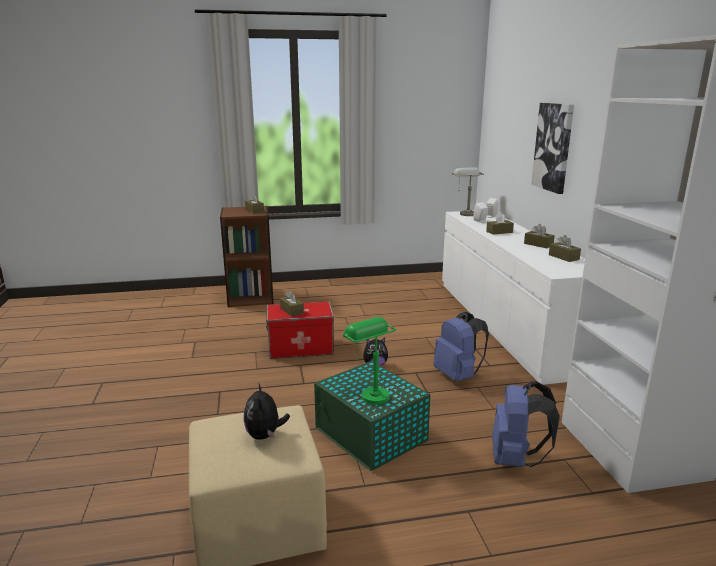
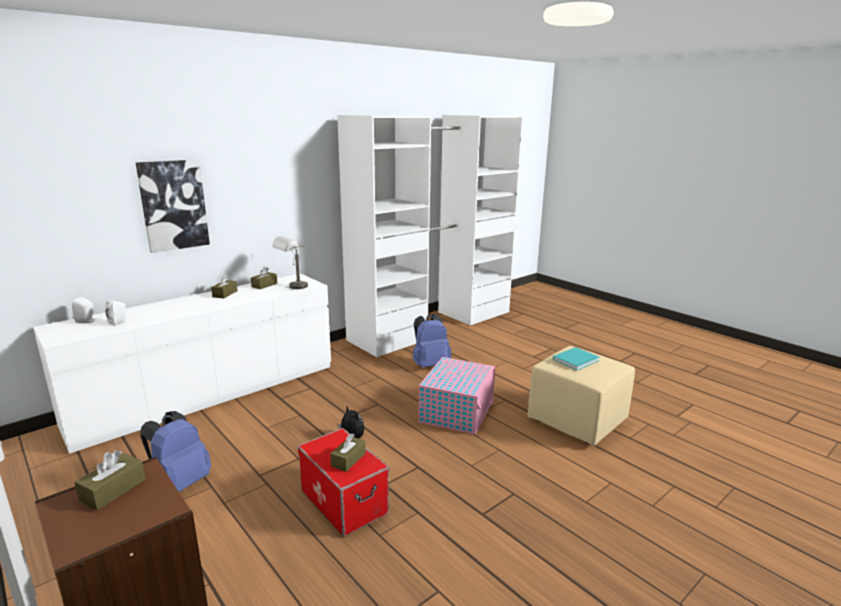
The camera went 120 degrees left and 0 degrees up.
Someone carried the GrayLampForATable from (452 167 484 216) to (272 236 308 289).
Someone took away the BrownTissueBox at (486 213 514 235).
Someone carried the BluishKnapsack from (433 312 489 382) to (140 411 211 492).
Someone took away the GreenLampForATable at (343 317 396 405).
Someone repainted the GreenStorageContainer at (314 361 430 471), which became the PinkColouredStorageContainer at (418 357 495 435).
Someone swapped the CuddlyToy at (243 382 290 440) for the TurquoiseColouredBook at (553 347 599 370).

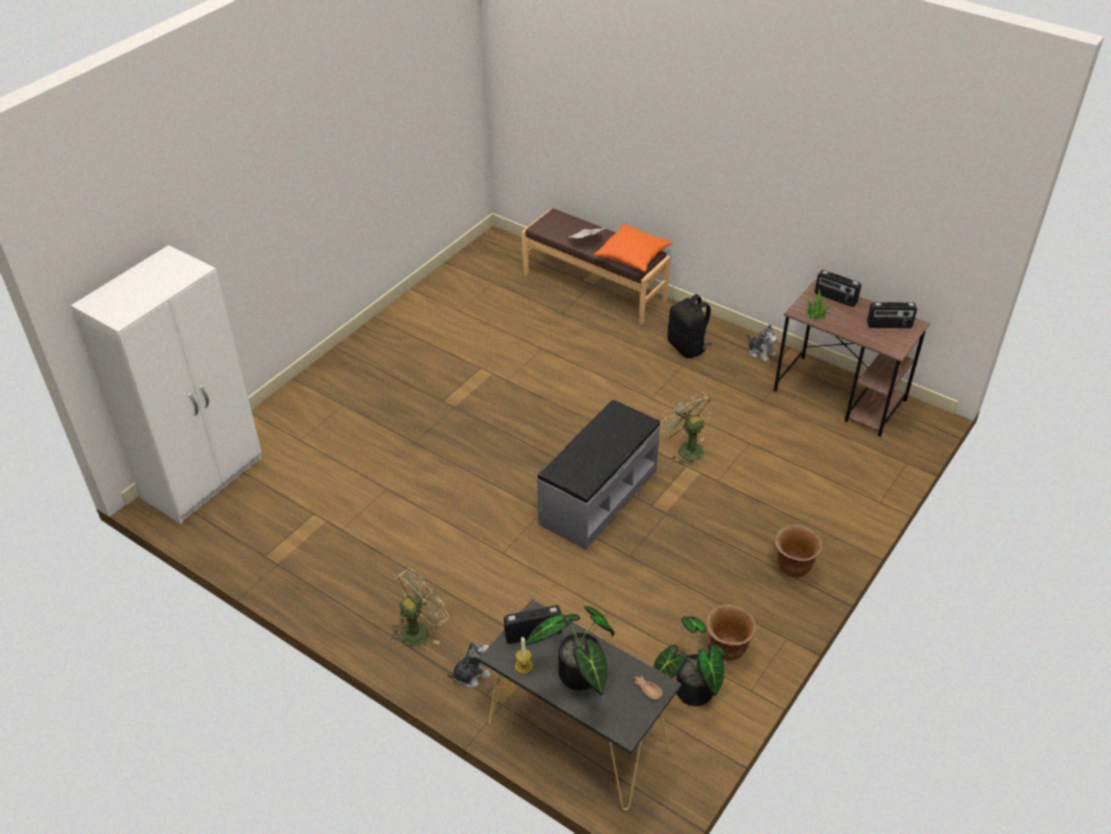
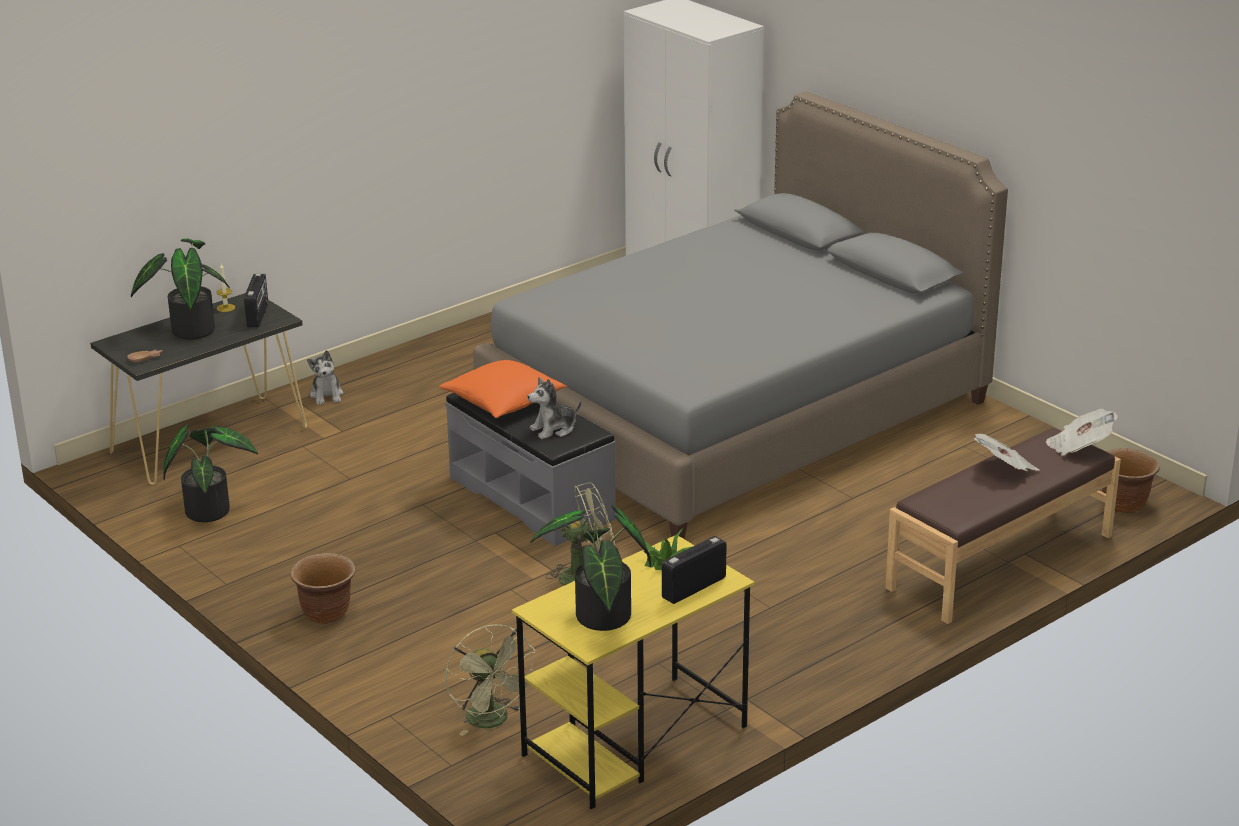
The camera went 105 degrees right and 15 degrees down.
Someone carried the OrangeColouredPillow from (594 224 673 272) to (439 360 567 418).
Someone repainted the BrownDeskTable at (774 280 930 437), which became the YellowishDeskTable at (512 536 755 809).
Someone took away the BlackColouredKnapsack at (668 294 712 358).
Someone swapped the RadioSet at (867 302 917 328) for the PottedPlant at (530 505 651 631).
Someone carried the CuddlyToy from (747 324 777 362) to (528 377 581 439).
Someone carried the GreenFan from (390 568 449 647) to (446 624 536 736).
Someone carried the BrownPlantPot from (706 604 757 661) to (1102 448 1160 513).
Someone put down the GrayBed at (473 92 1008 539).
Someone put down the DailyPaper at (1046 409 1118 456).

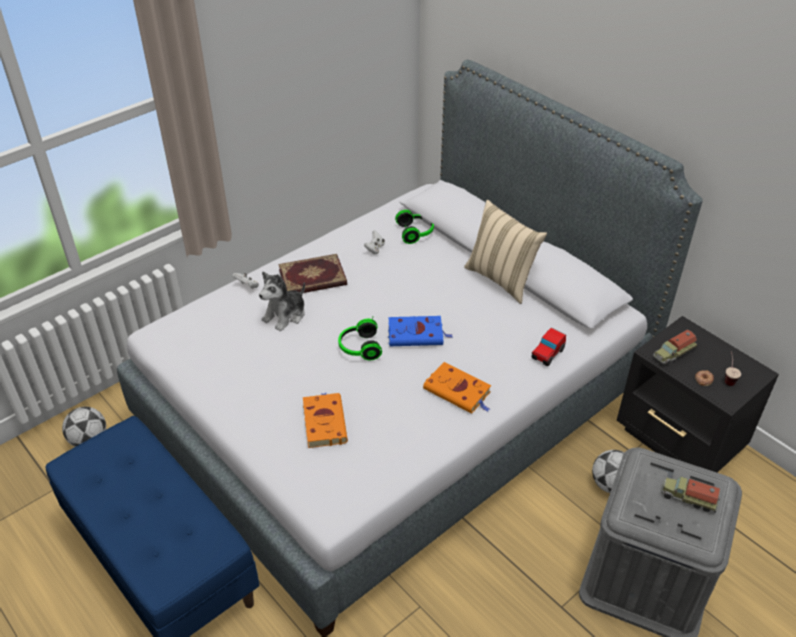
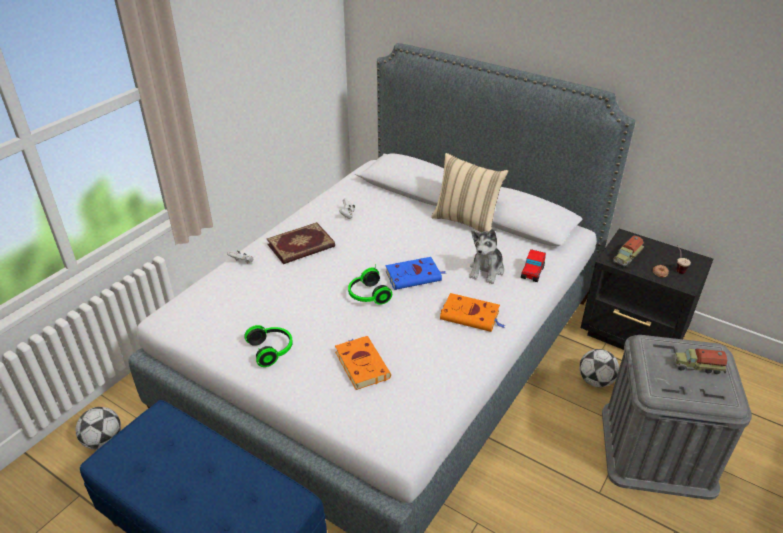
The camera went 15 degrees left and 5 degrees down.
Someone carried the PairOfHeadphones from (395 210 434 244) to (244 325 293 367).
Someone carried the CuddlyToy from (259 272 305 331) to (469 229 504 284).

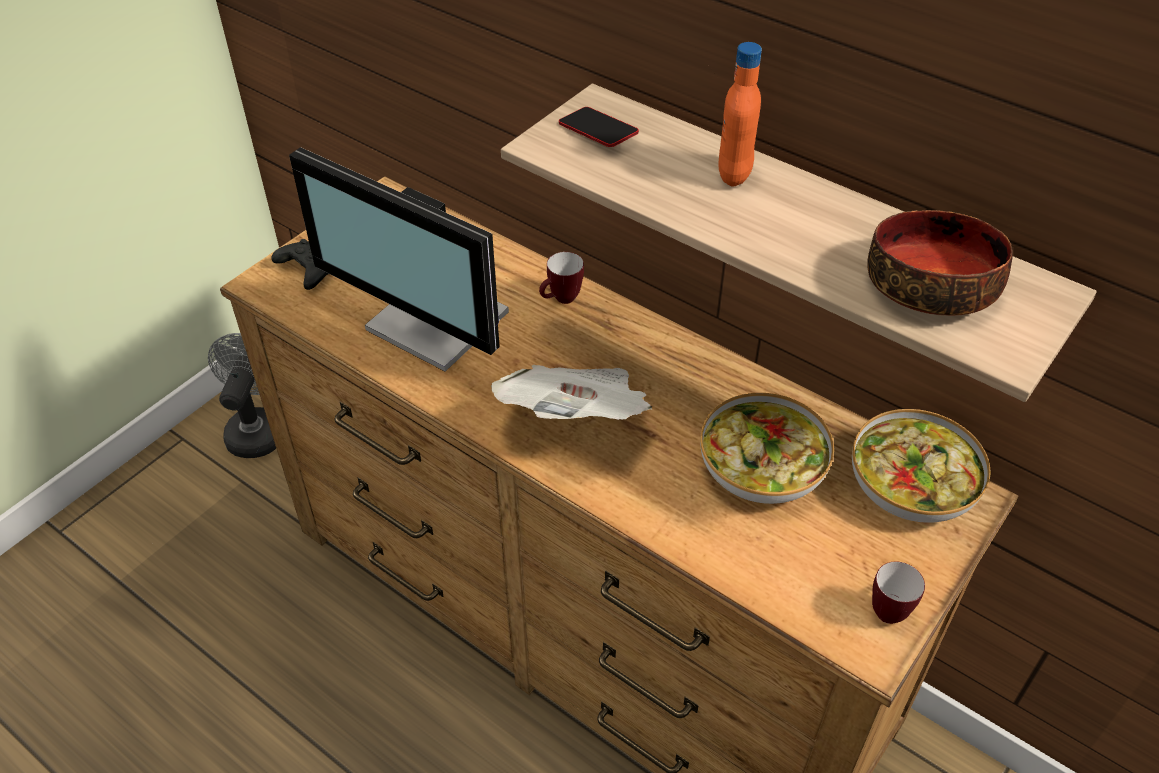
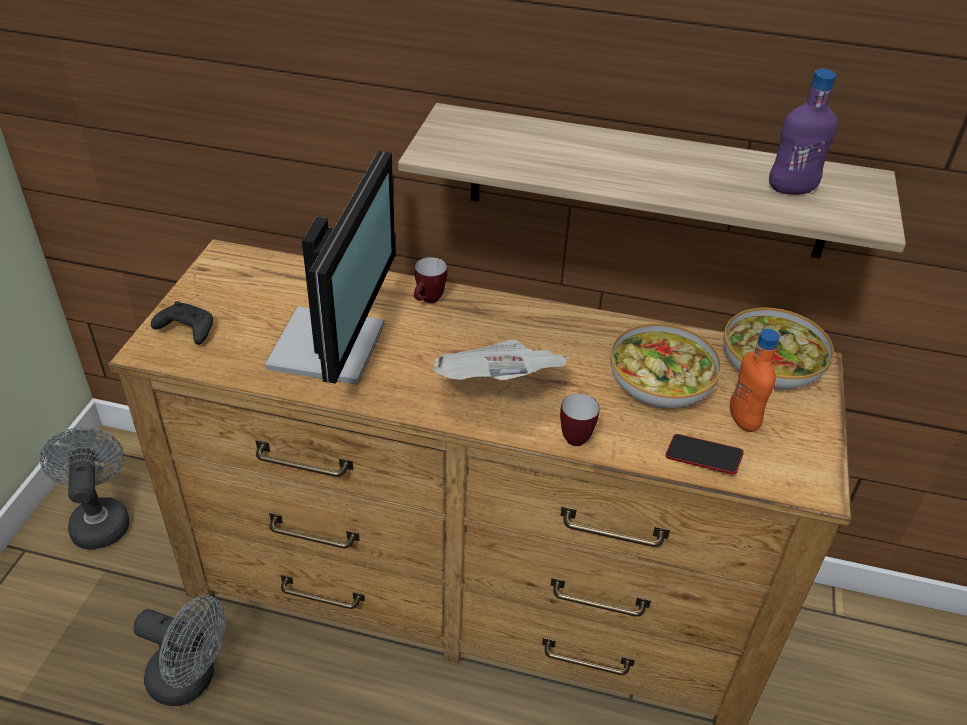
The camera went 25 degrees left and 5 degrees down.
Someone carried the OrangeColouredBeverageBottle from (718 42 762 186) to (730 329 780 432).
Someone carried the Handset from (559 107 639 147) to (666 434 744 474).
Someone rotated the Monitor at (289 147 509 371) by 90 degrees counterclockwise.
Someone swapped the Bowl at (867 210 1013 316) for the PurpleBeverageBottle at (769 69 838 195).
Someone carried the CoffeeMug from (872 562 925 624) to (560 394 600 446).
Someone put down the GrayFan at (134 596 226 706).

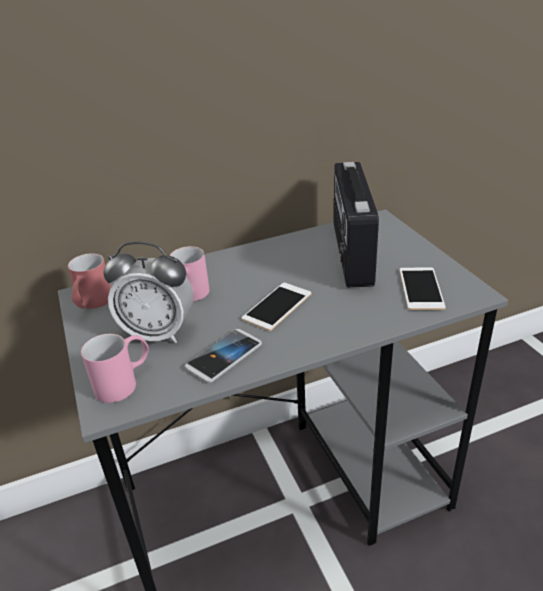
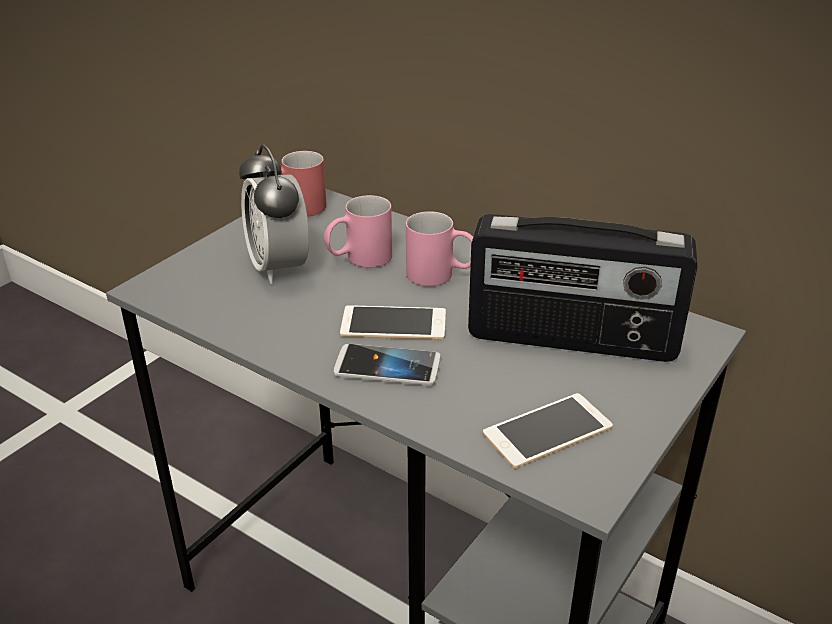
The camera went 55 degrees right and 0 degrees up.
Someone rotated the RadioSet at (333 162 379 288) by 135 degrees counterclockwise.
Someone carried the Handset from (185 329 262 383) to (333 344 441 386).
Someone carried the PinkColouredCoffeeMug from (81 334 149 403) to (406 211 473 286).

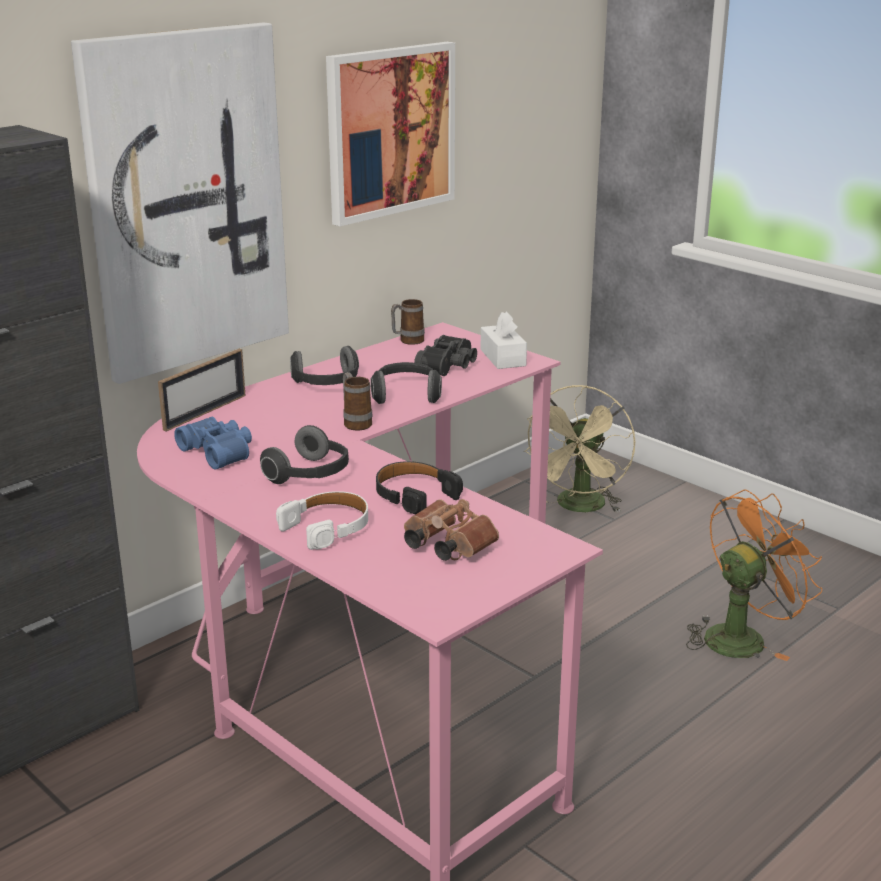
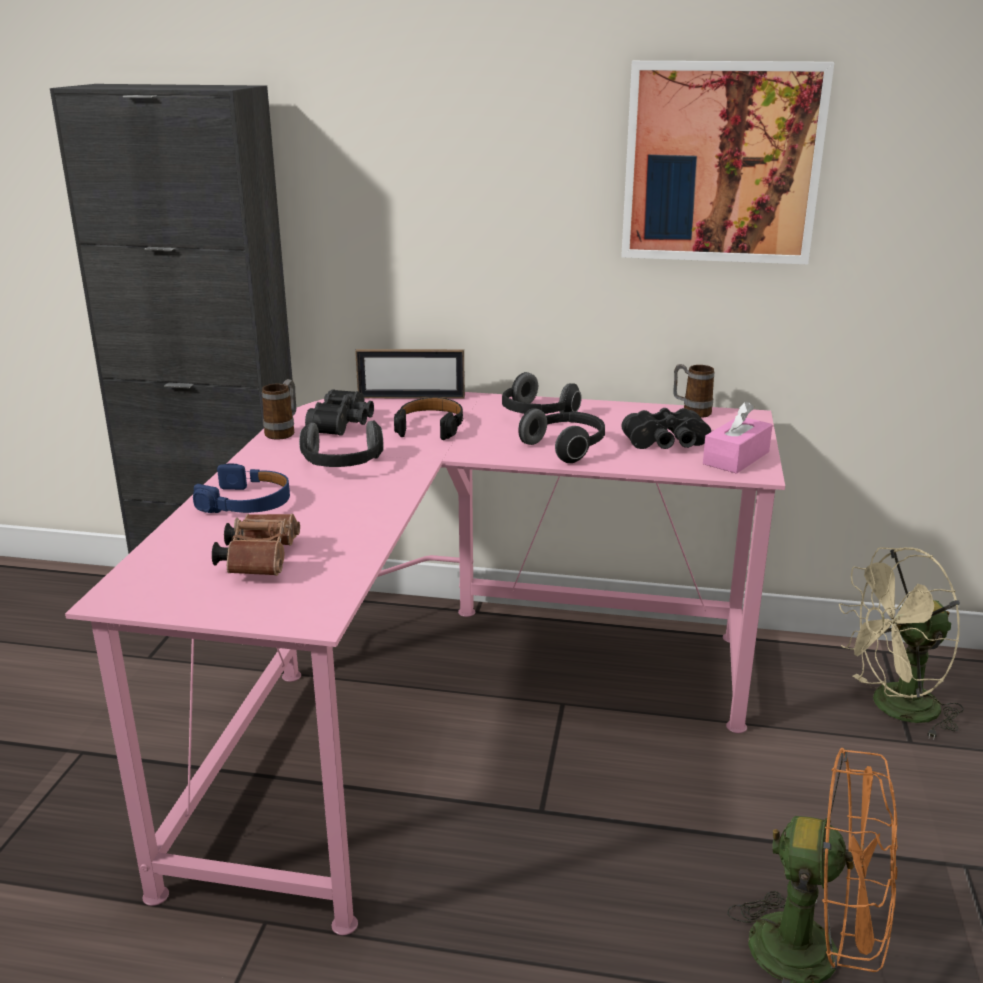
The camera went 55 degrees right and 0 degrees up.
Someone took away the WallPicture at (71 23 289 384).
Someone repainted the WhitishTissueBox at (481 312 527 369), which became the PinkColouredTissueBox at (703 401 773 474).
Someone carried the CoffeeMug from (343 372 372 430) to (262 379 296 440).
Someone repainted the BluishBinoculars at (174 417 252 470), which became the BlackColouredBinoculars at (305 389 374 436).
Someone carried the BlackColouredPairOfHeadphones from (376 461 463 514) to (394 397 463 440).
Someone repainted the WhitishPairOfHeadphones at (276 491 368 550), which became the BluishPairOfHeadphones at (193 464 290 513).

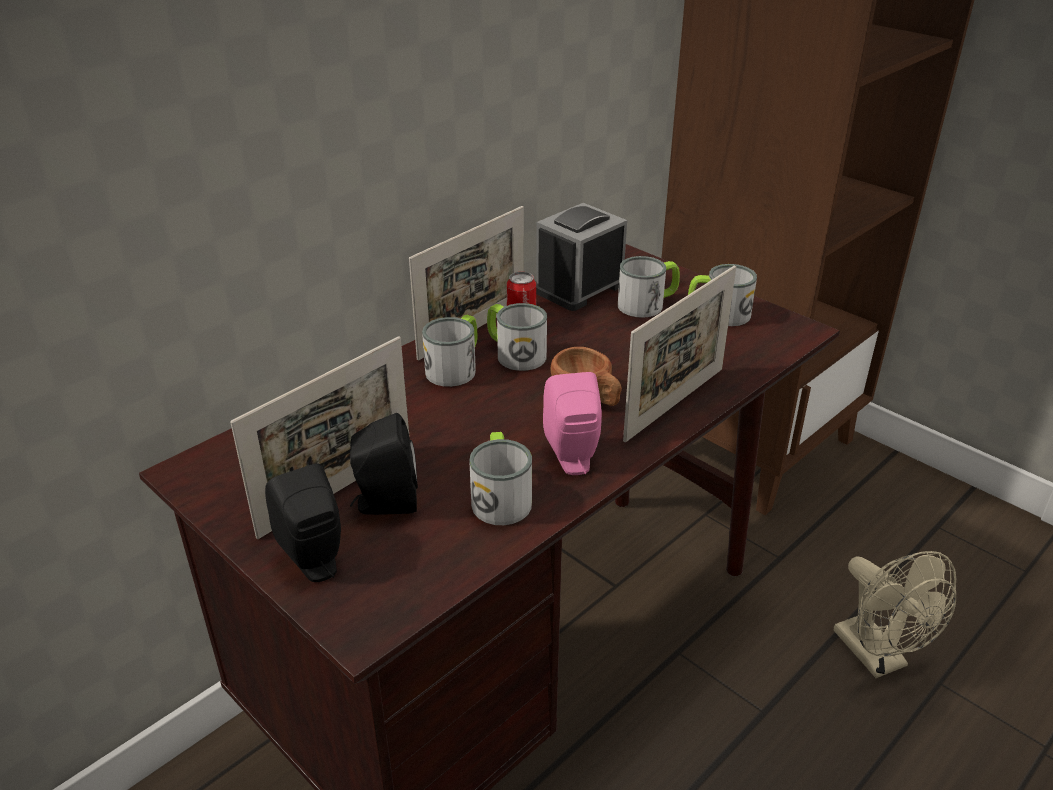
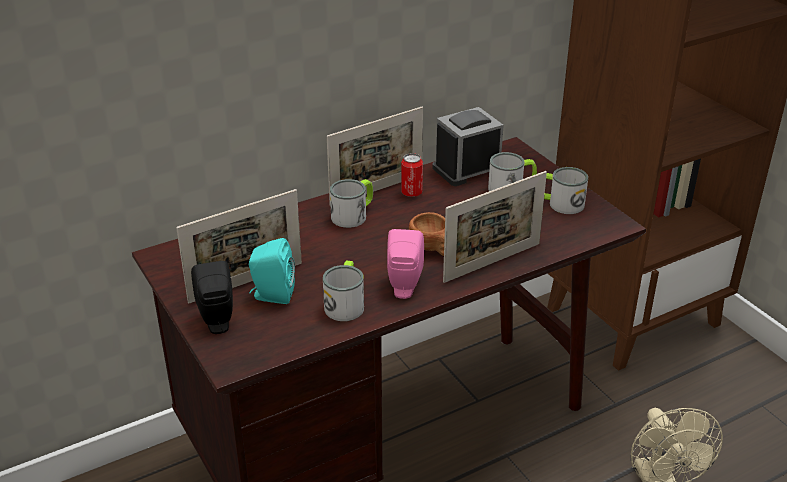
The camera went 15 degrees right and 0 degrees up.
Someone took away the CoffeeMug at (487 303 547 371).
Someone repainted the BlackColouredAudioSpeaker at (350 413 418 515), which became the TurquoiseColouredAudioSpeaker at (249 238 295 304).

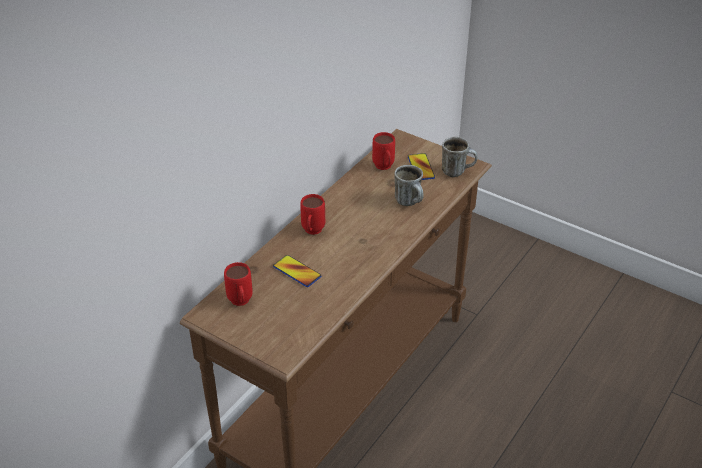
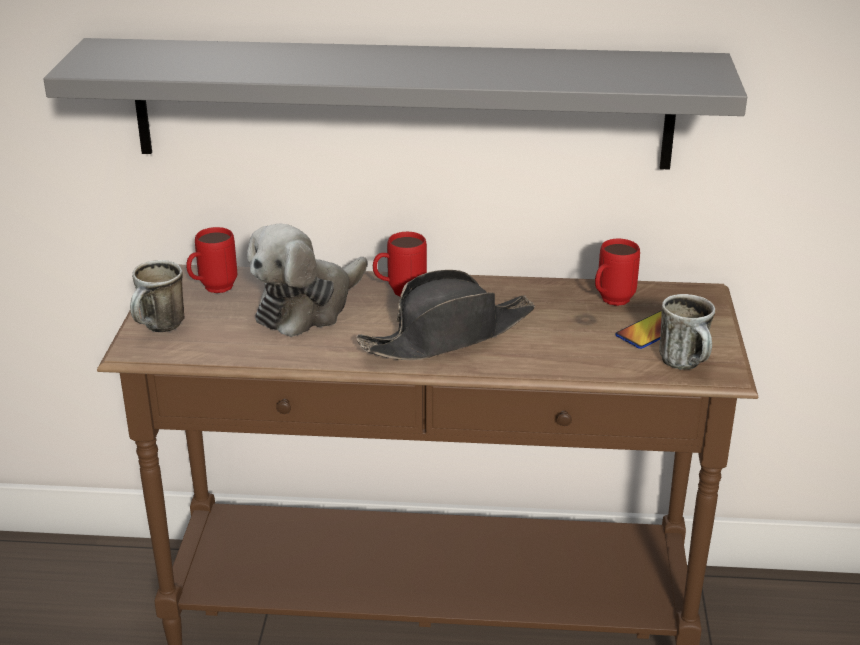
The camera went 60 degrees right and 10 degrees down.
Someone carried the CoffeeMug from (394 165 424 206) to (130 260 185 332).
Someone swapped the Handset at (273 255 321 287) for the CuddlyToy at (247 223 368 337).
Someone put up the GrayBracketShelf at (44 38 747 170).
Someone put down the BlackColouredClothingHat at (357 270 535 360).

